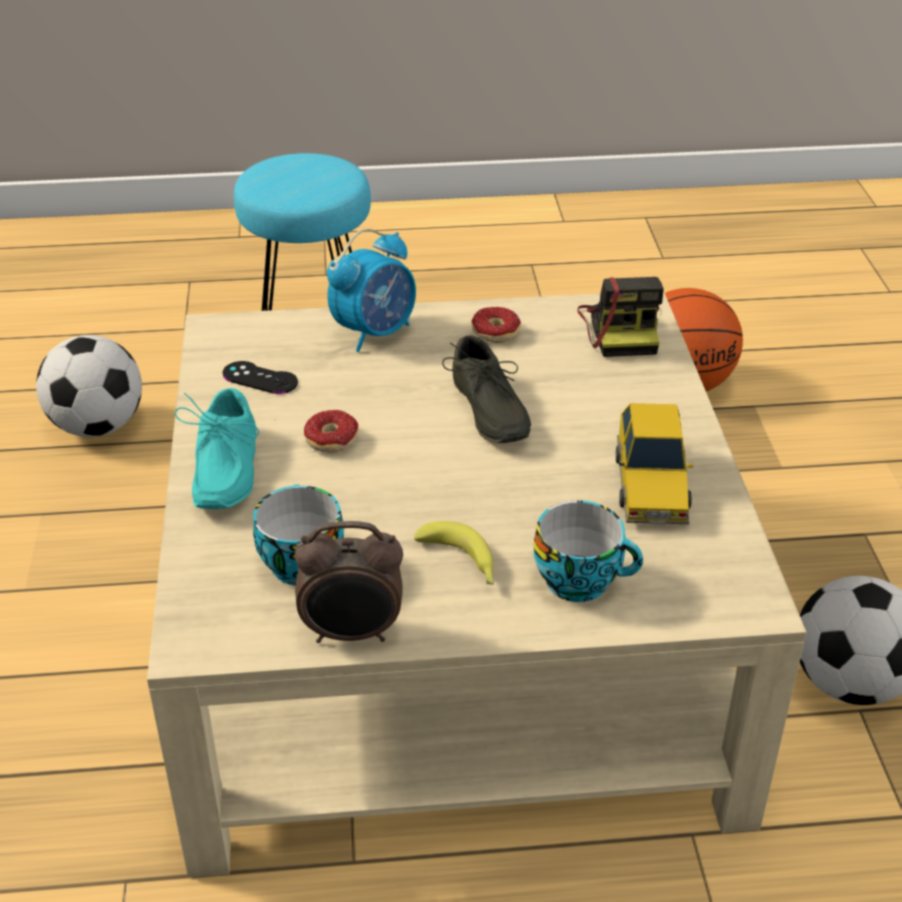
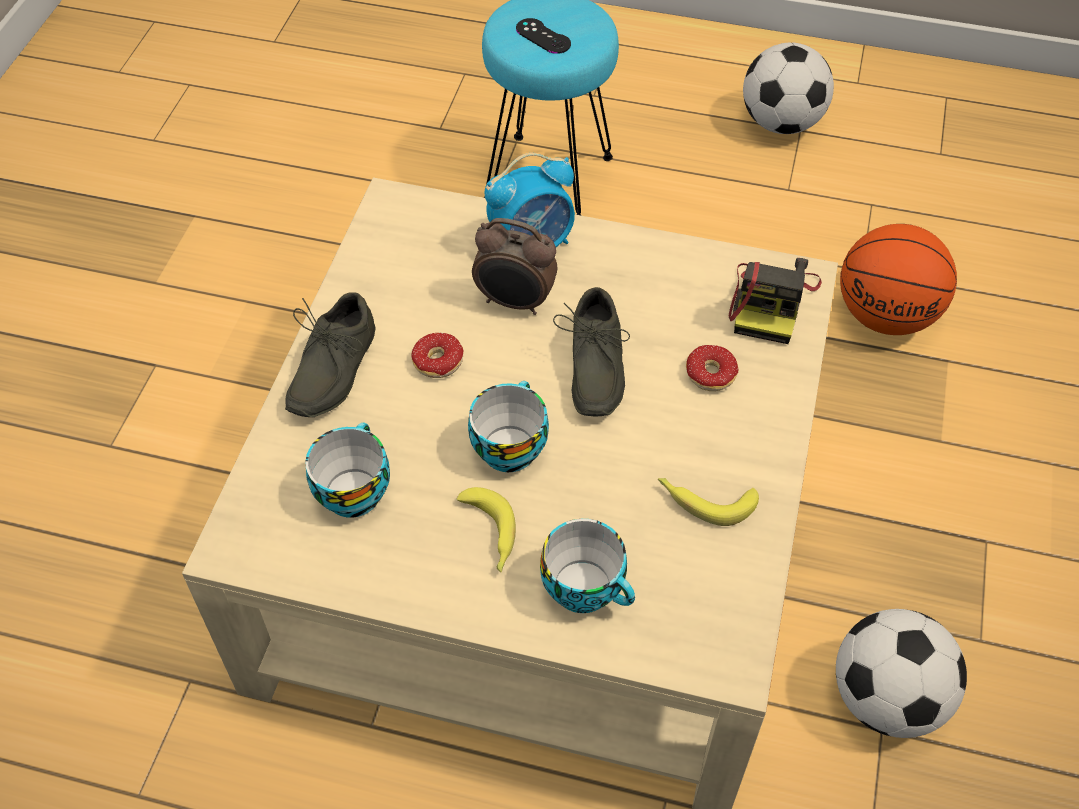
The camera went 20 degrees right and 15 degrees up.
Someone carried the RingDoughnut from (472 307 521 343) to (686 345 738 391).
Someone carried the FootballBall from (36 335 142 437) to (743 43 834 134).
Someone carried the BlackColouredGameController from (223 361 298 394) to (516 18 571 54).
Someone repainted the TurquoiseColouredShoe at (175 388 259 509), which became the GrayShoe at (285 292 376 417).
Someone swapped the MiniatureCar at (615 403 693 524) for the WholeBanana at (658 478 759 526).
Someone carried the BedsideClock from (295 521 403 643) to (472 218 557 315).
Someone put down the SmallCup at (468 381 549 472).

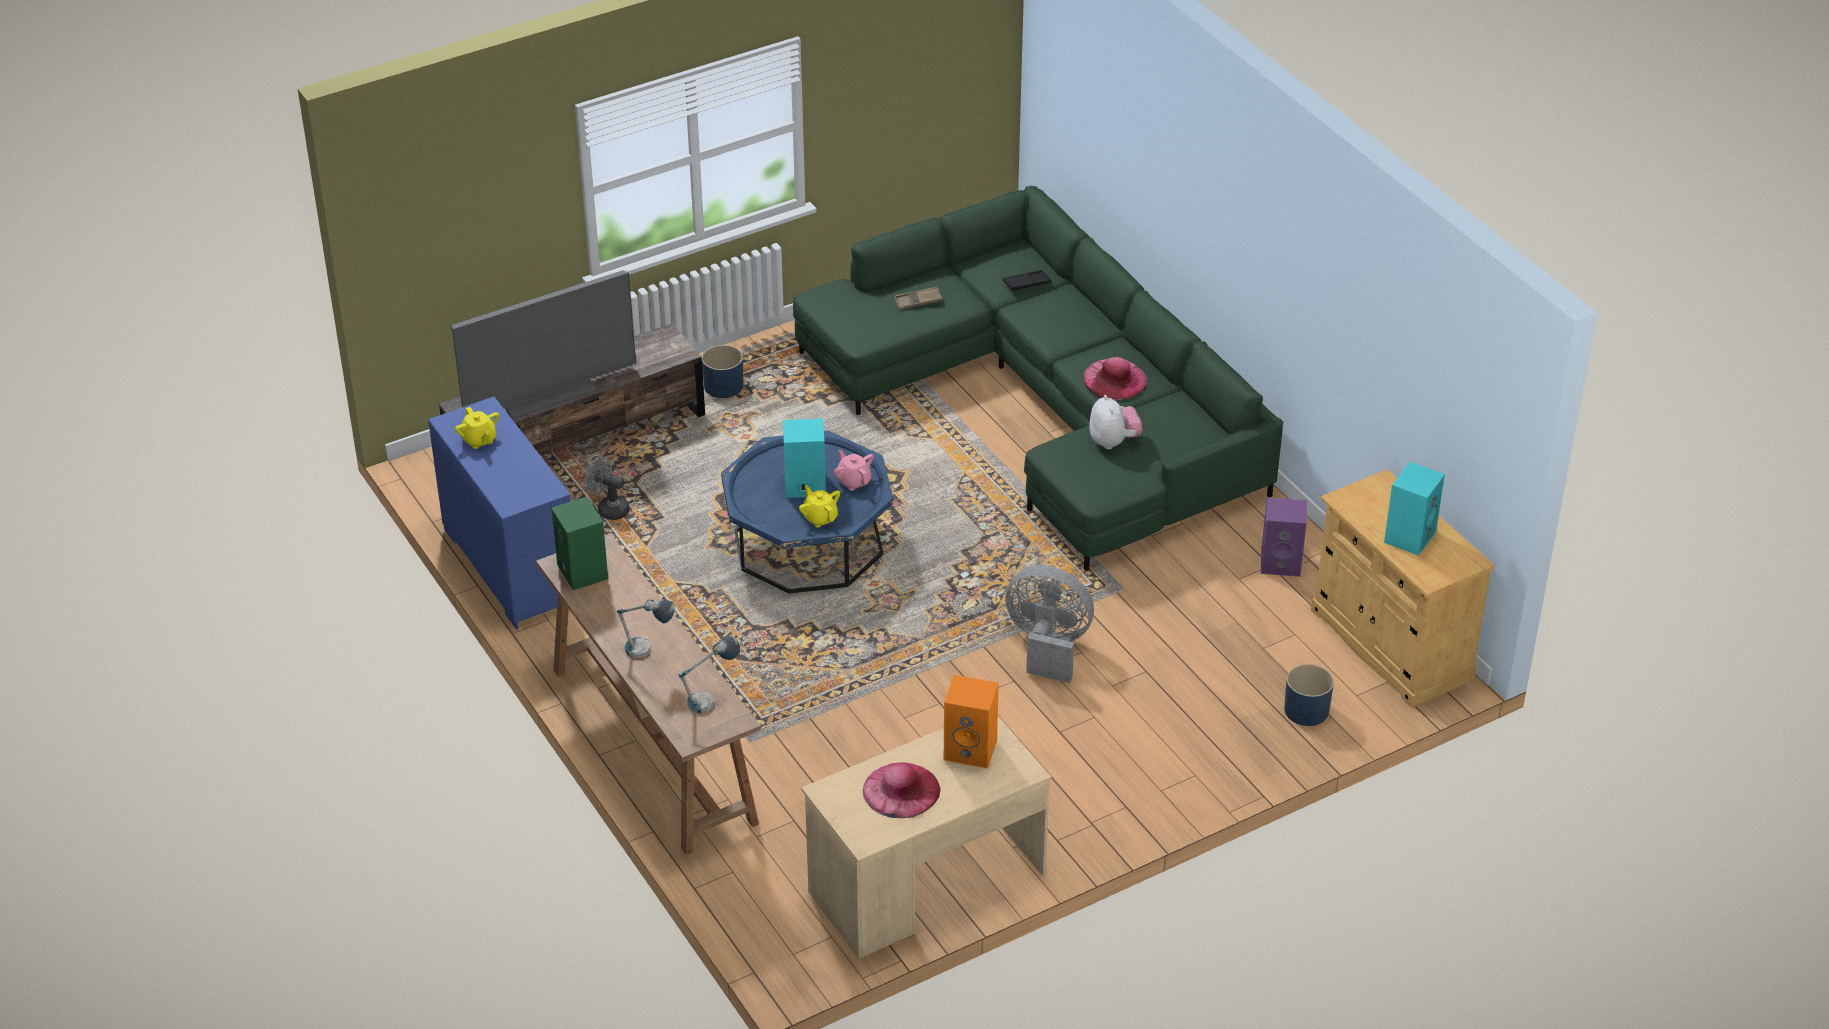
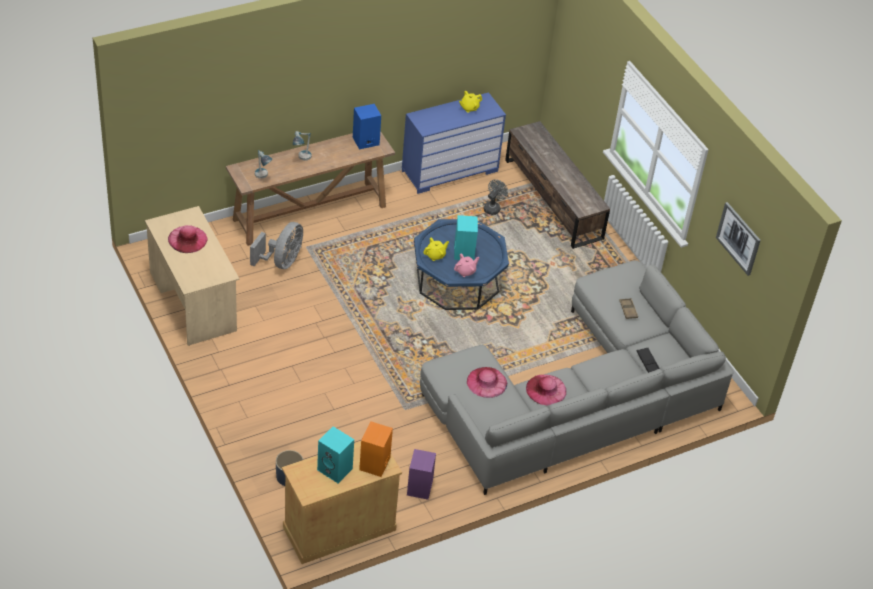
The camera went 90 degrees right and 5 degrees up.
Someone repainted the GreenCouch at (793 186 1283 571), which became the GrayCouch at (420 260 734 495).
Someone took away the TvSet at (451 270 636 419).
Someone took away the BluishPlantPot at (702 345 743 398).
Someone swapped the CuddlyToy at (1089 395 1142 449) for the PinkColouredClothingHat at (467 367 507 398).
Someone repainted the GreenAudioSpeaker at (551 497 608 590), which became the BluishAudioSpeaker at (353 104 381 149).
Someone carried the GrayFan from (1005 566 1094 683) to (250 222 303 269).
Someone carried the OrangeColouredAudioSpeaker from (944 675 999 769) to (359 421 393 477).
Someone put up the WallPicture at (716 202 761 276).

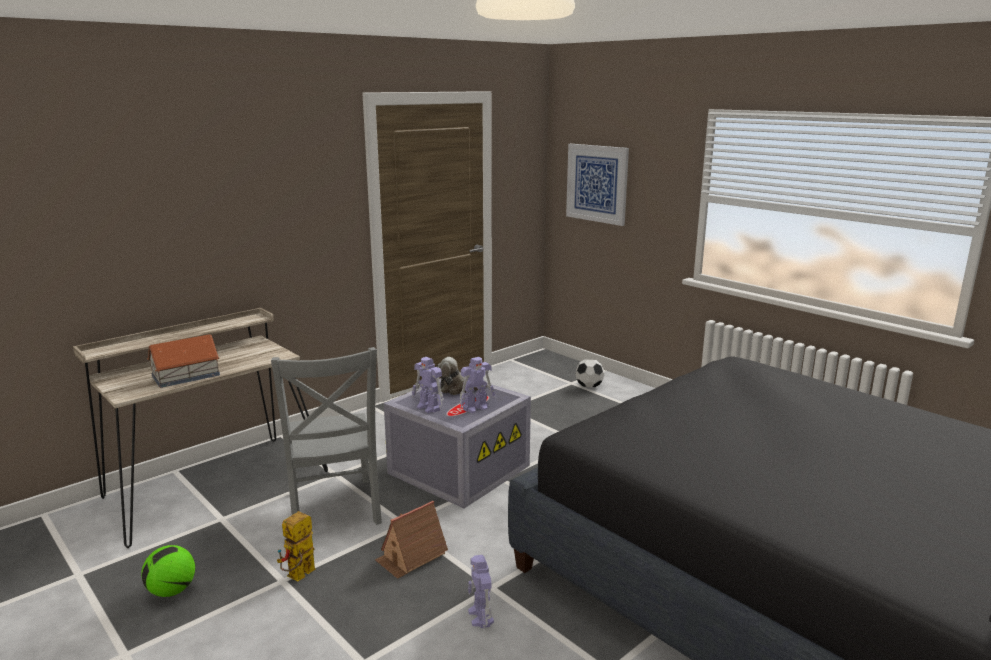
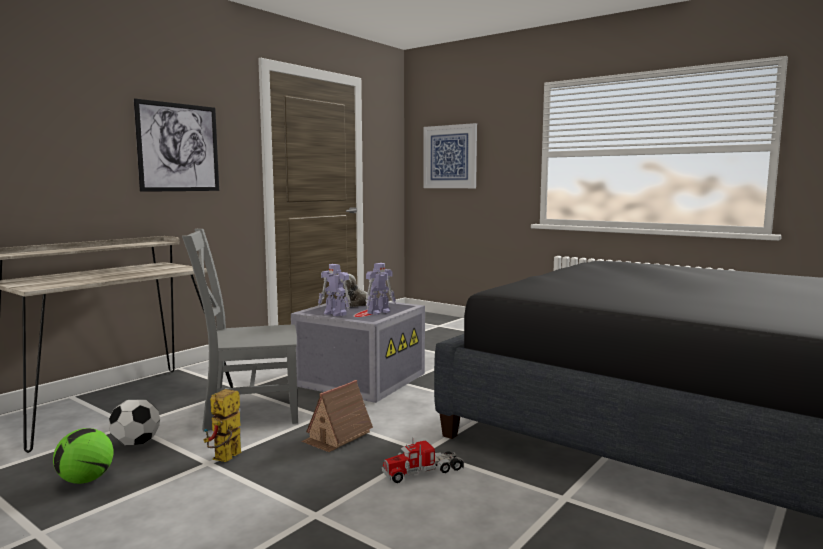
The camera went 10 degrees left and 10 degrees down.
Someone took away the MiniatureHouse at (147 334 220 388).
Someone rotated the GrayChair at (271 347 382 525) by 105 degrees clockwise.
Someone carried the FootballBall from (575 359 605 387) to (109 400 160 445).
Someone swapped the ToyRobot at (468 555 494 629) for the ModelTruck at (382 437 464 483).
Someone put up the WallPicture at (134 99 219 192).

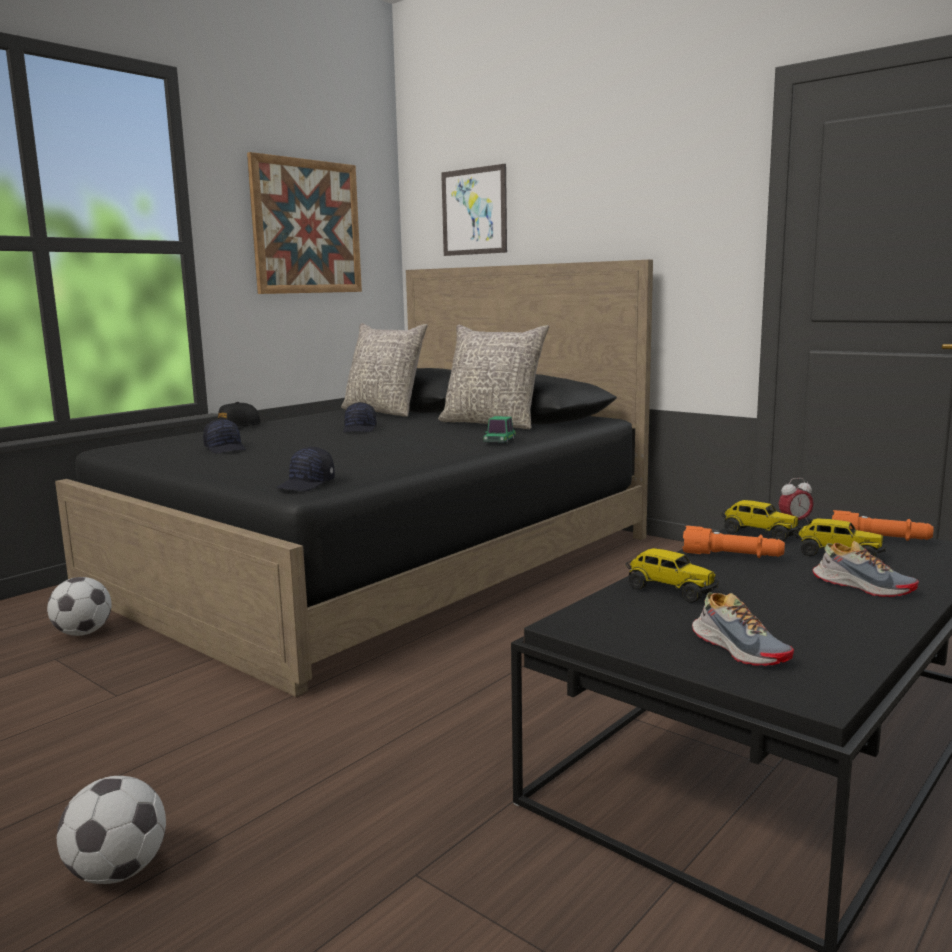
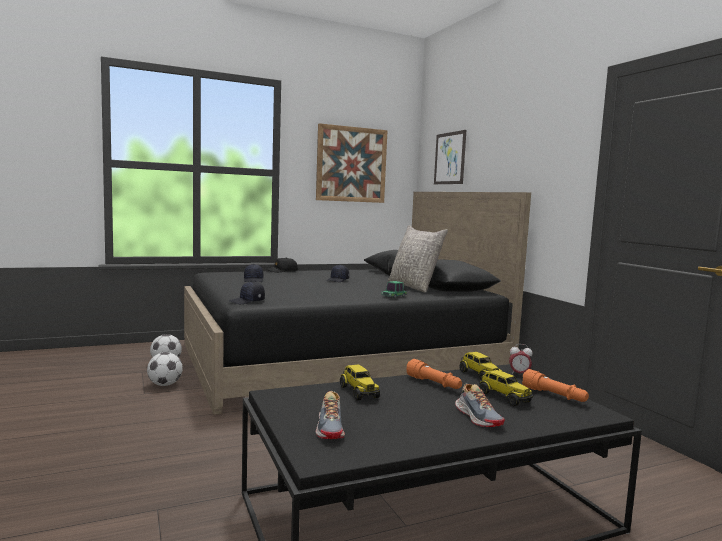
The camera went 25 degrees right and 5 degrees down.
Someone took away the GrayPillow at (341 323 428 417).
Someone carried the FootballBall from (57 776 166 884) to (147 352 183 386).

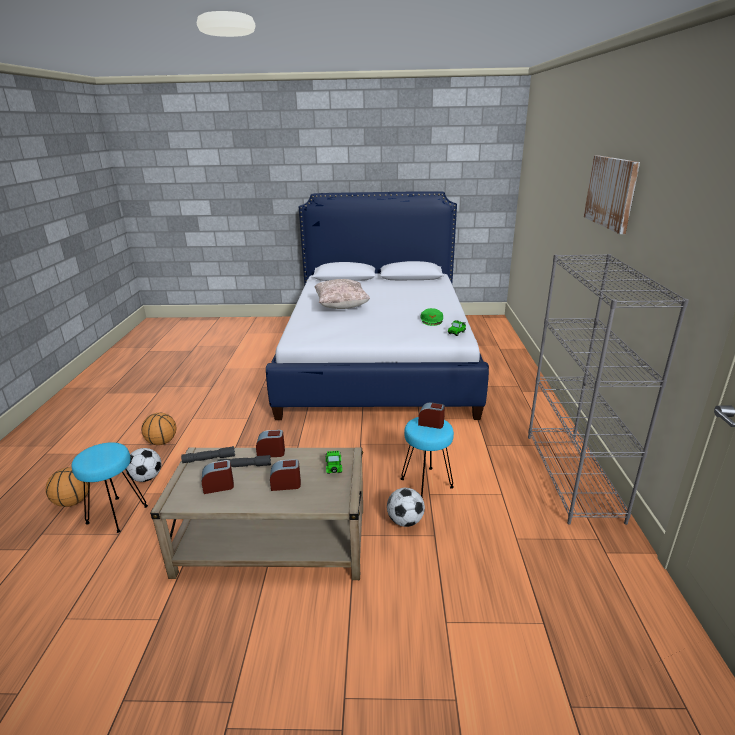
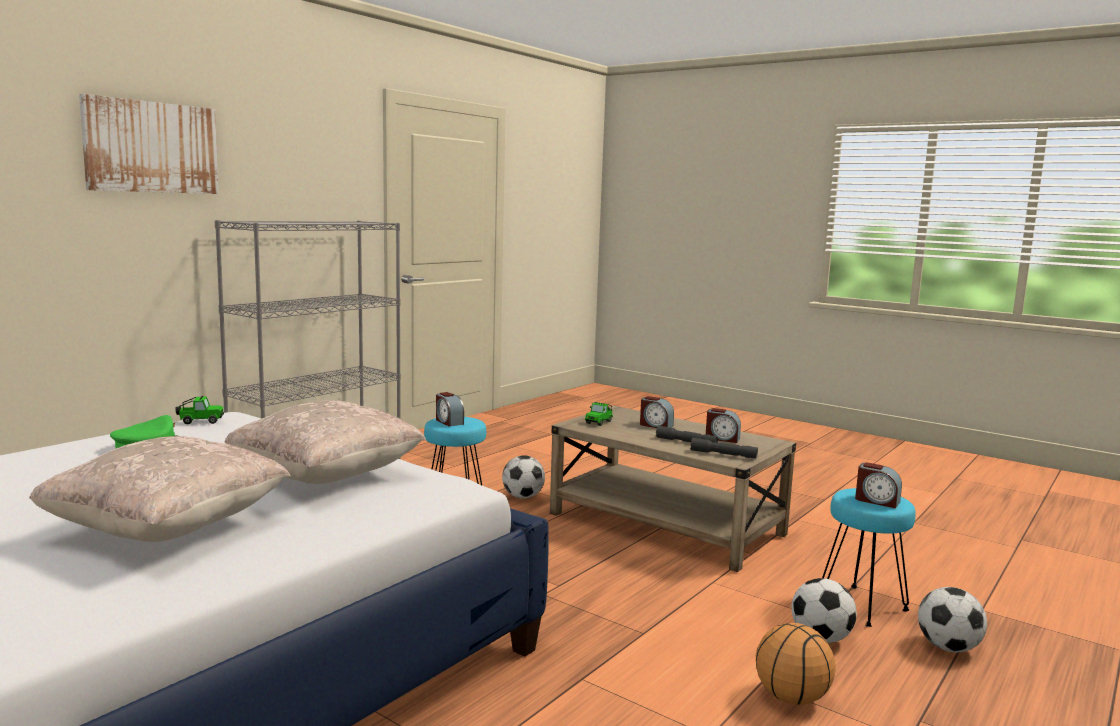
The camera went 145 degrees left and 15 degrees down.
Someone carried the BedsideClock from (256 430 285 457) to (855 462 902 509).
Someone swapped the Basketball at (45 467 88 507) for the FootballBall at (918 587 987 652).
Someone put down the BeigePillow at (224 400 426 484).

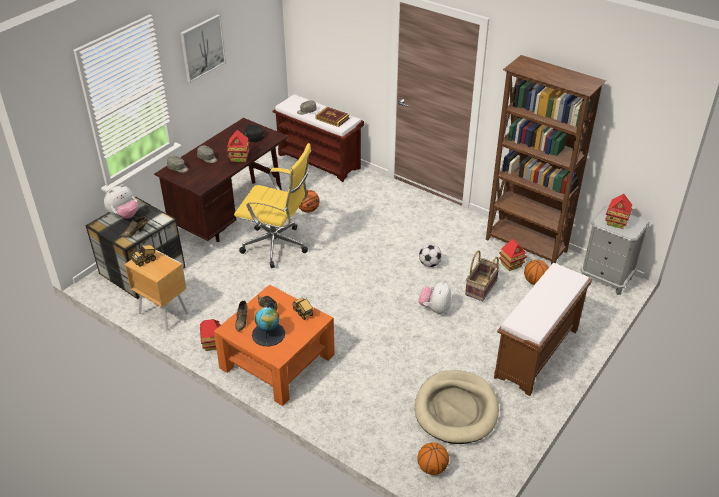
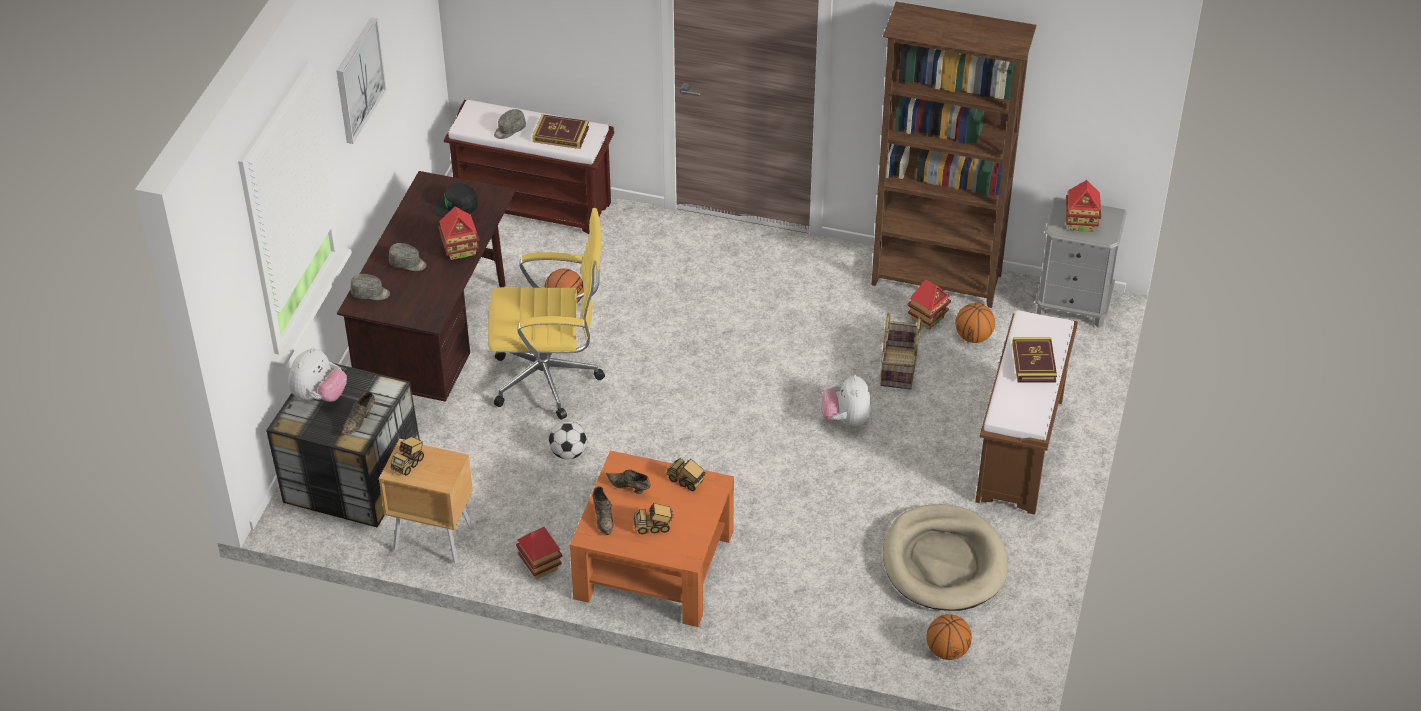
The camera went 20 degrees left and 5 degrees up.
Someone carried the FootballBall from (419 244 442 267) to (548 421 587 460).
Someone swapped the DeskGlobe at (252 302 285 346) for the ModelTruck at (634 503 674 534).
Someone put down the Book at (1012 337 1057 383).

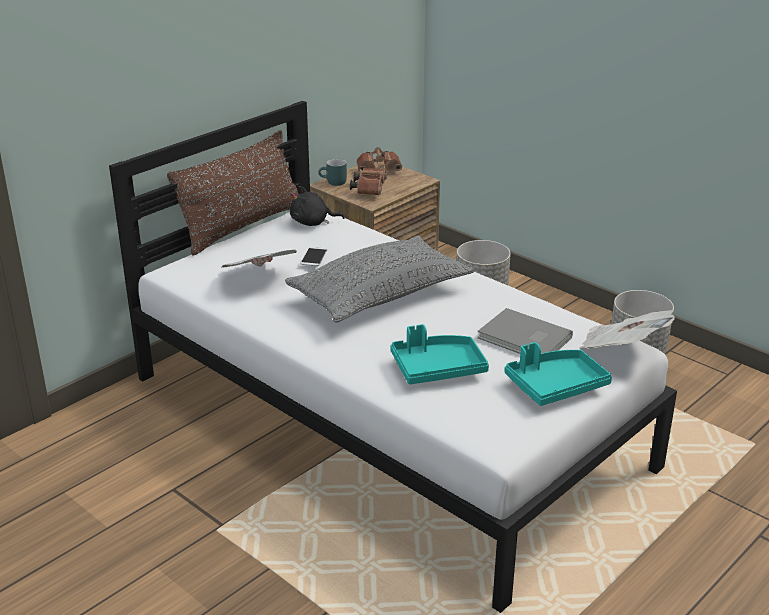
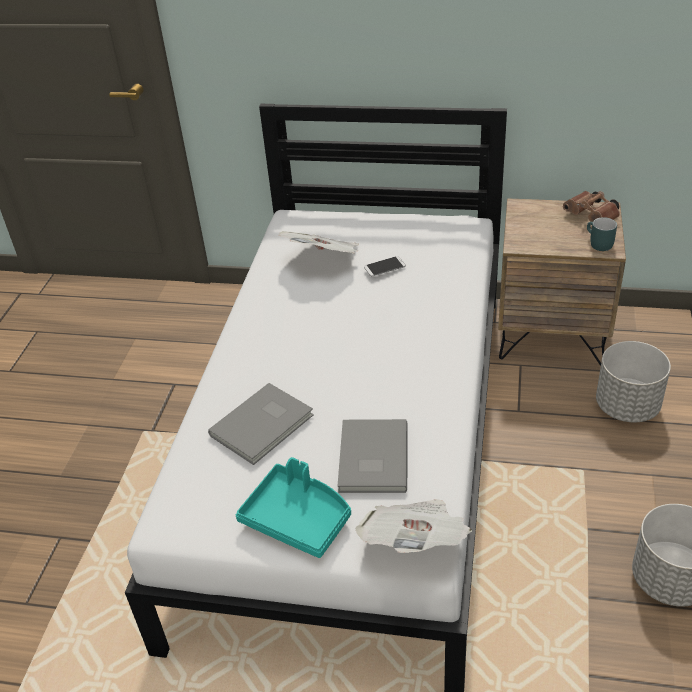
The camera went 60 degrees right and 10 degrees up.
Someone took away the BrownPillow at (167 130 299 256).
Someone carried the TurquoiseColouredCoffeeMug from (318 159 347 186) to (587 217 617 251).
Someone took away the BrownBinoculars at (350 168 388 195).
Someone took away the BlackColouredCuddlyToy at (290 186 344 226).
Someone took away the GrayPillow at (285 235 474 323).
Someone swapped the TurquoiseColouredCarryingTray at (391 324 489 384) for the GrayBook at (208 383 314 465).

